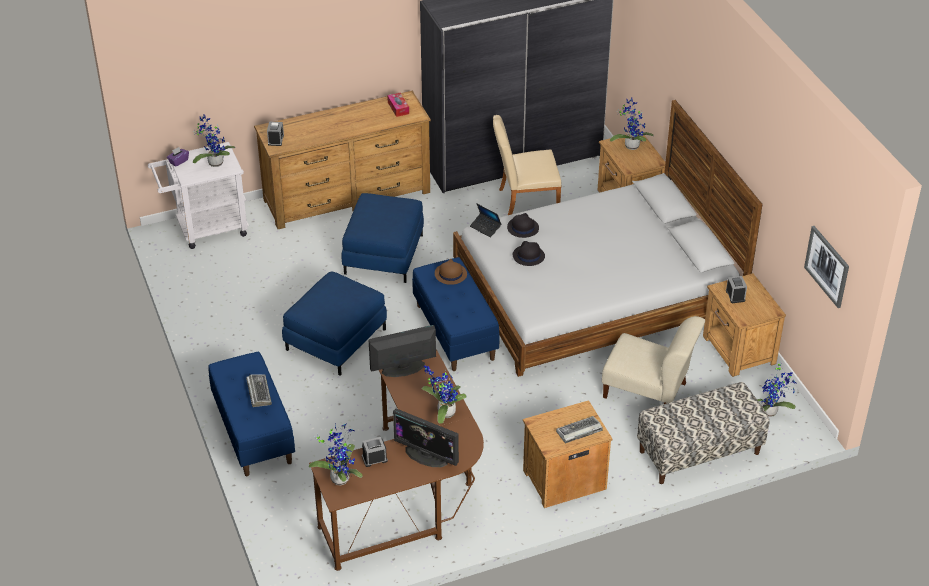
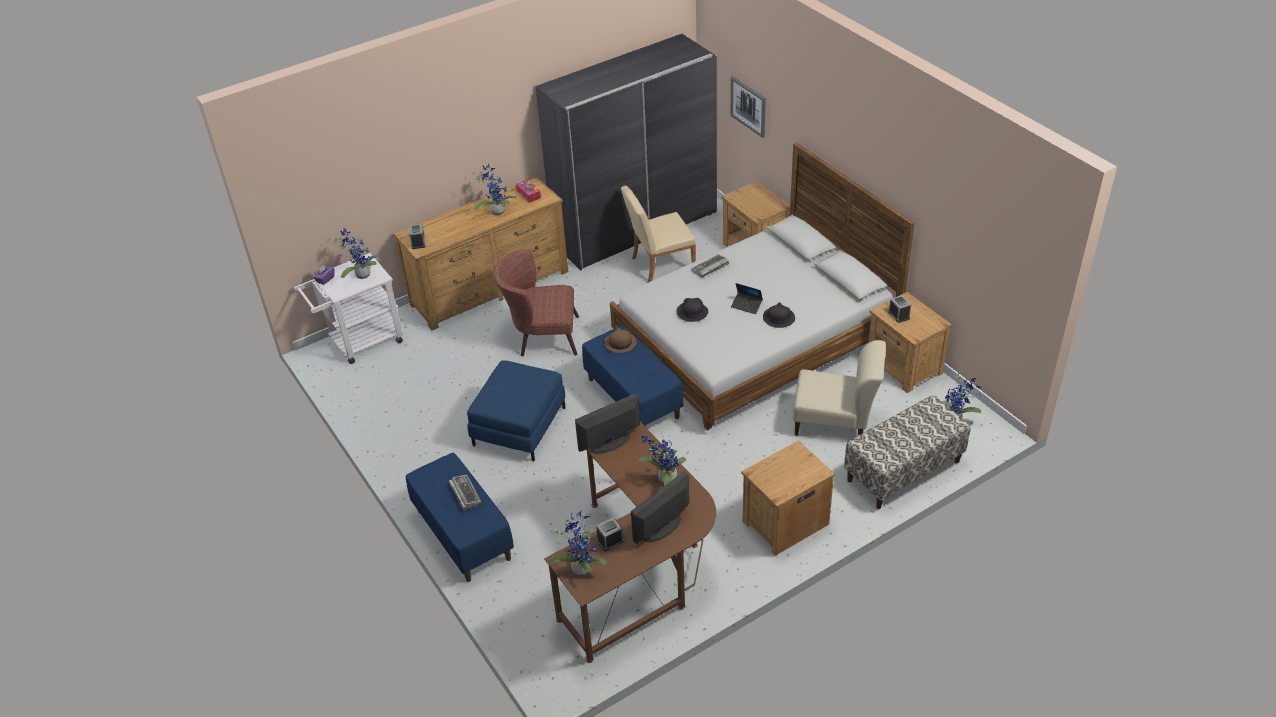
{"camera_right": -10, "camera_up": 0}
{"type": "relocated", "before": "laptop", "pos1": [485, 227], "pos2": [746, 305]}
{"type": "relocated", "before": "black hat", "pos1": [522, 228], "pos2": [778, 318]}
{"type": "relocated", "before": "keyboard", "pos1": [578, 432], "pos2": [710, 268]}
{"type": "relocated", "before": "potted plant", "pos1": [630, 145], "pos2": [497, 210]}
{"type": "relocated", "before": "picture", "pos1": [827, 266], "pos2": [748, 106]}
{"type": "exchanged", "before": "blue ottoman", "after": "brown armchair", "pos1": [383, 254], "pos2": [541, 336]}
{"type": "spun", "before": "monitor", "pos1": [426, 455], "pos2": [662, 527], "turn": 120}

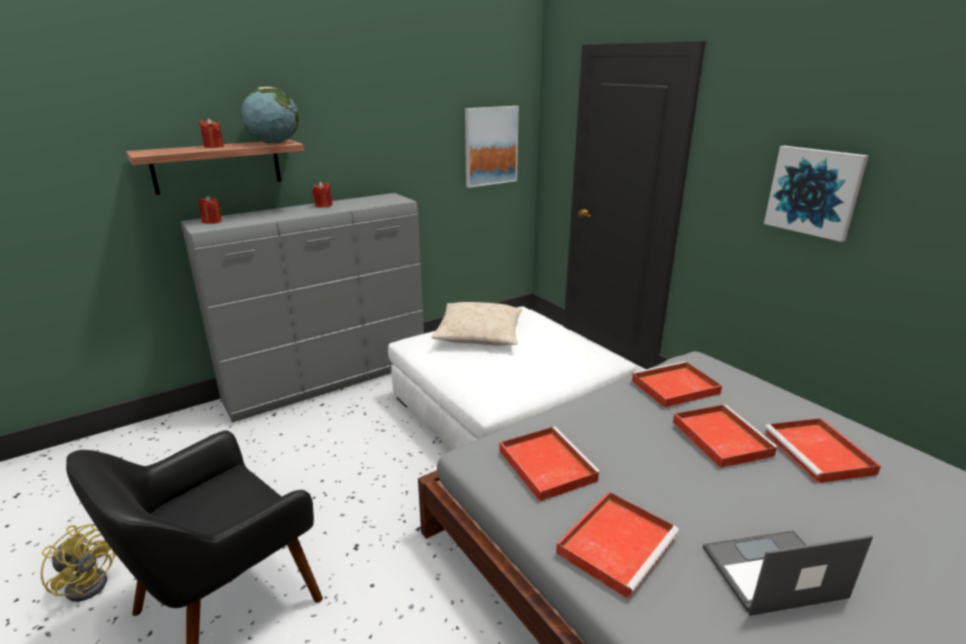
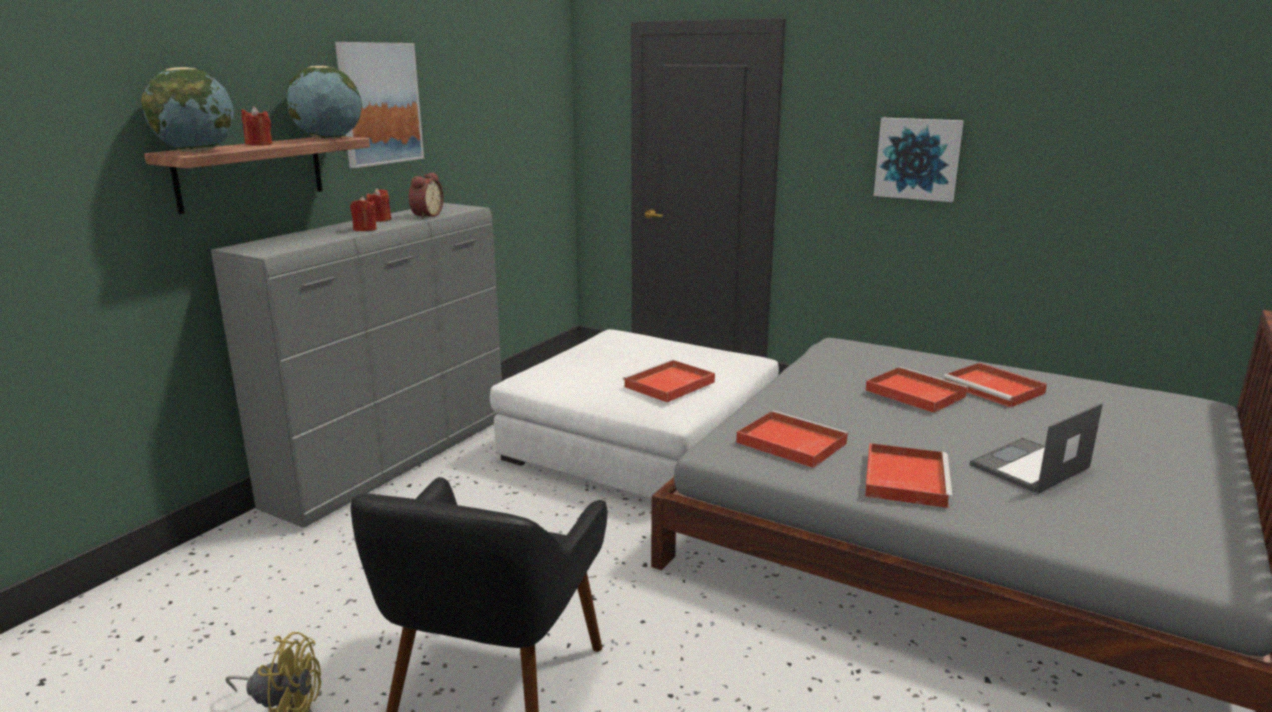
{"camera_right": -25, "camera_up": -5}
{"type": "missing", "before": "beige pillow", "pos1": [479, 334]}
{"type": "appeared", "after": "globe", "pos2": [196, 151]}
{"type": "appeared", "after": "alarm clock", "pos2": [425, 216]}
{"type": "relocated", "before": "red candle", "pos1": [212, 221], "pos2": [365, 229]}
{"type": "relocated", "before": "picture", "pos1": [490, 146], "pos2": [379, 103]}
{"type": "relocated", "before": "red tray", "pos1": [674, 387], "pos2": [668, 385]}

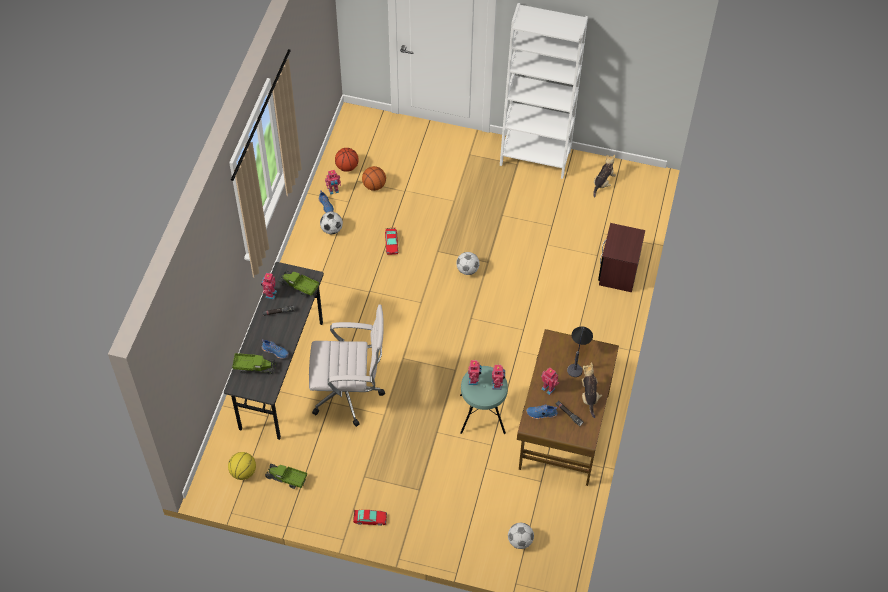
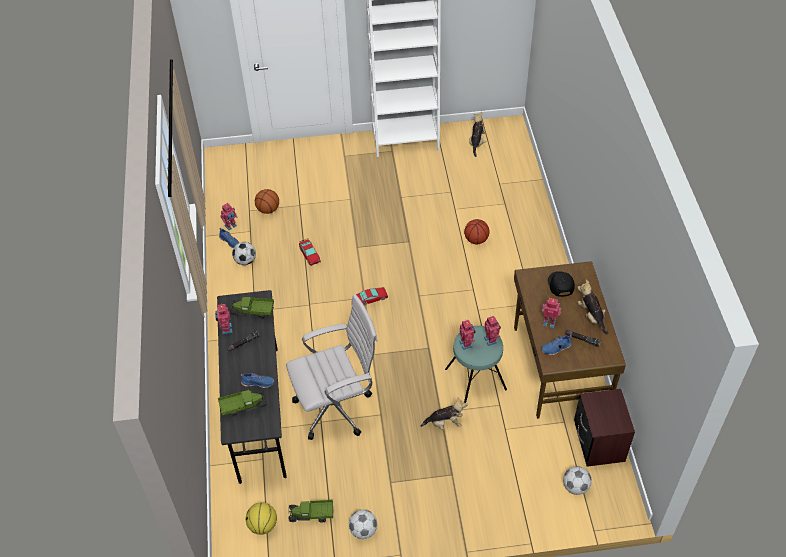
{"camera_right": -20, "camera_up": -5}
{"type": "appeared", "after": "plush toy", "pos2": [445, 423]}
{"type": "relocated", "before": "basketball", "pos1": [347, 167], "pos2": [476, 240]}
{"type": "relocated", "before": "toy car", "pos1": [370, 519], "pos2": [371, 298]}
{"type": "relocated", "before": "football", "pos1": [467, 270], "pos2": [363, 530]}
{"type": "relocated", "before": "brown nightstand", "pos1": [618, 272], "pos2": [599, 442]}
{"type": "exchanged", "before": "table lamp", "after": "black cap", "pos1": [577, 357], "pos2": [560, 284]}

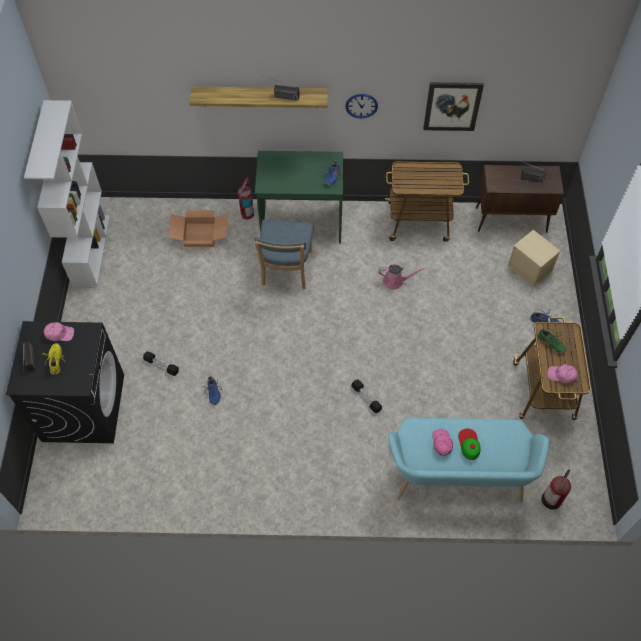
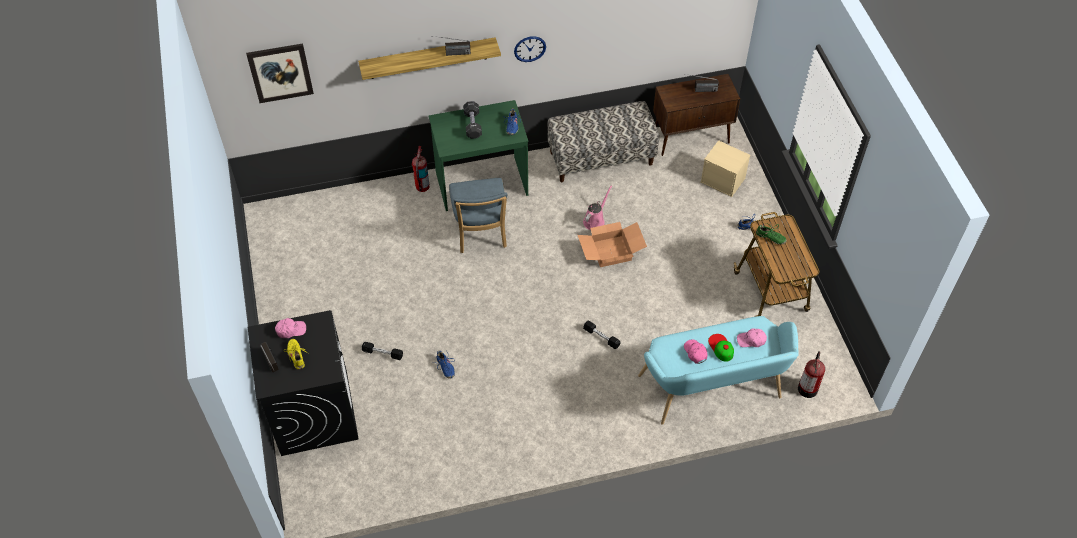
{"camera_right": -15, "camera_up": -5}
{"type": "missing", "before": "white bookcase", "pos1": [91, 250]}
{"type": "appeared", "after": "black dumbbell", "pos2": [472, 125]}
{"type": "relocated", "before": "cardboard box", "pos1": [200, 234], "pos2": [611, 251]}
{"type": "relocated", "before": "picture", "pos1": [452, 106], "pos2": [280, 72]}
{"type": "relocated", "before": "pink cap", "pos1": [561, 375], "pos2": [751, 340]}
{"type": "exchanged", "before": "cart", "after": "bench", "pos1": [419, 221], "pos2": [601, 158]}
{"type": "spun", "before": "pink watering can", "pos1": [395, 281], "pos2": [595, 220], "turn": -45}

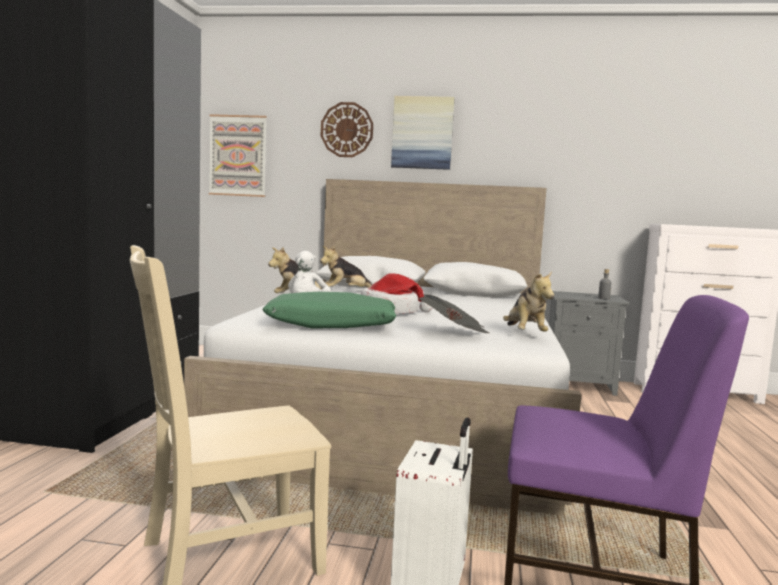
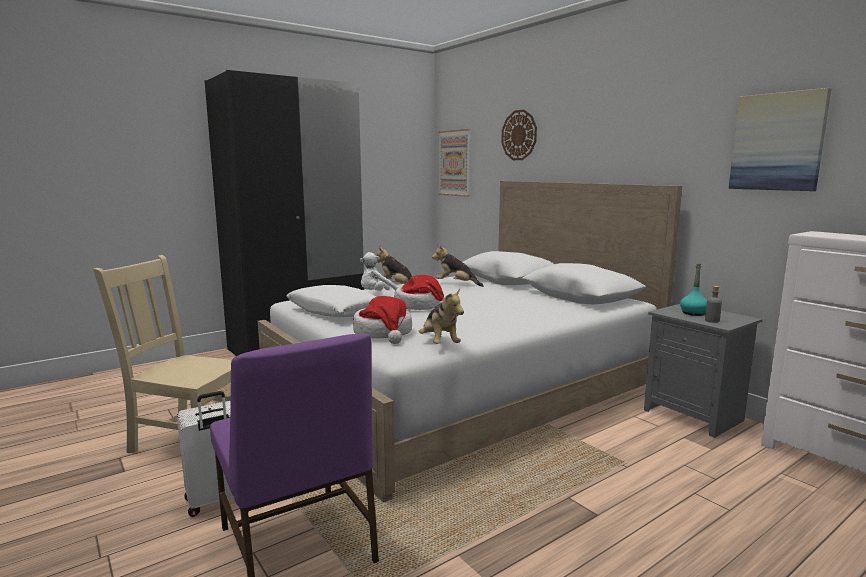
{"camera_right": 45, "camera_up": 5}
{"type": "appeared", "after": "turquoise bottle", "pos2": [693, 313]}
{"type": "relocated", "before": "picture", "pos1": [422, 133], "pos2": [777, 142]}
{"type": "exchanged", "before": "newspaper", "after": "hat", "pos1": [454, 334], "pos2": [383, 333]}
{"type": "colour", "before": "green pillow", "after": "white pillow", "pos1": [332, 325], "pos2": [335, 312]}
{"type": "spun", "before": "plush toy", "pos1": [525, 334], "pos2": [439, 343], "turn": -60}

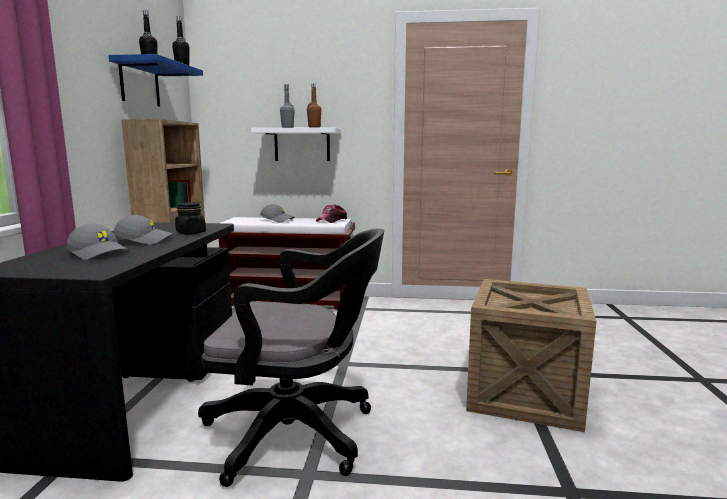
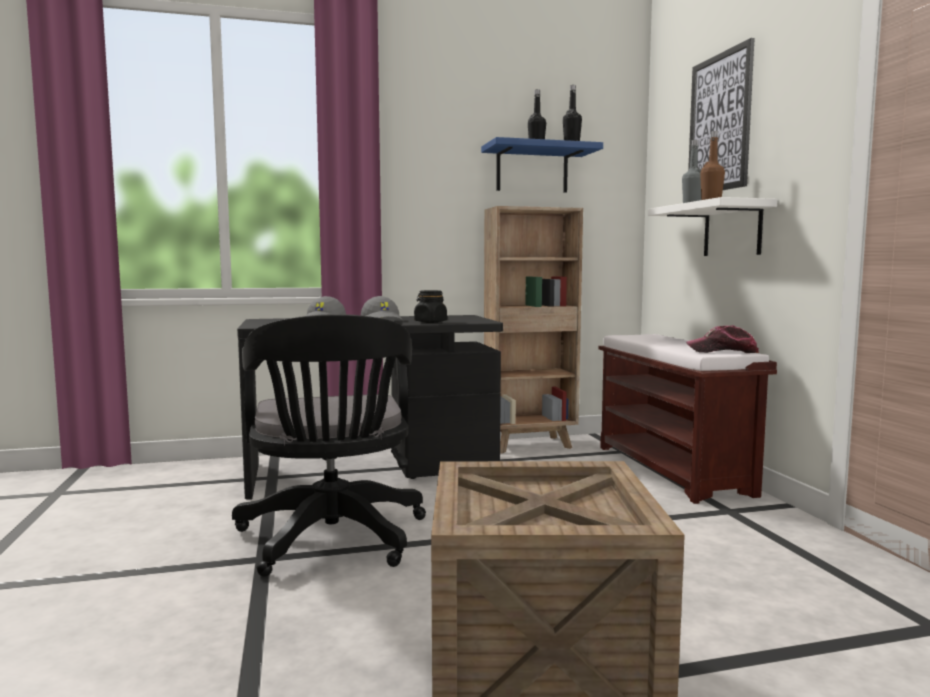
{"camera_right": 70, "camera_up": -5}
{"type": "missing", "before": "grey cap", "pos1": [278, 220]}
{"type": "appeared", "after": "picture", "pos2": [719, 123]}

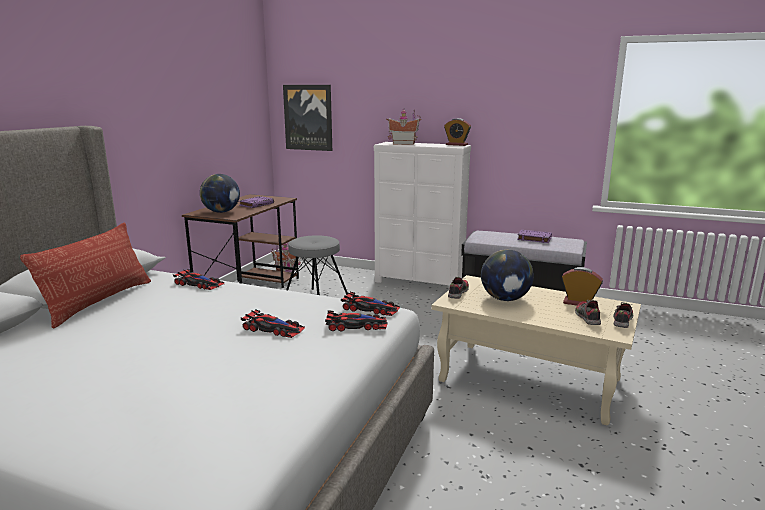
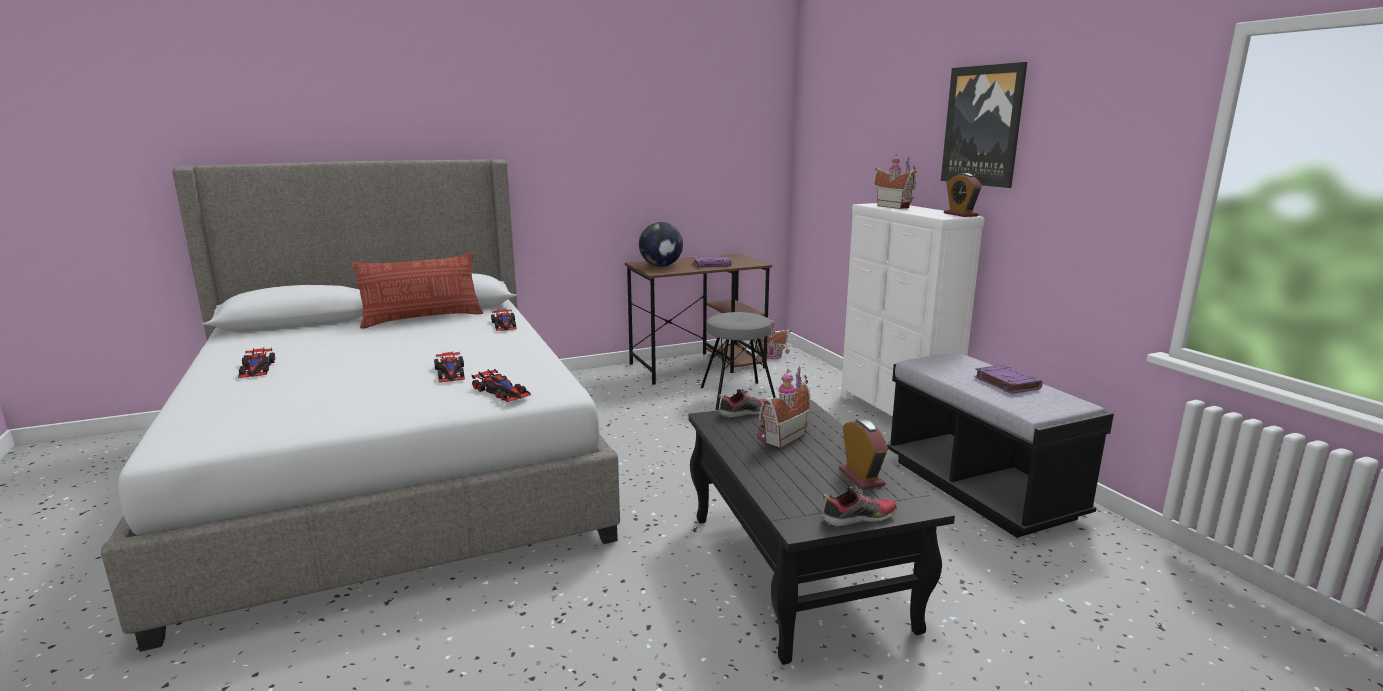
{"camera_right": 45, "camera_up": 0}
{"type": "missing", "before": "shoe", "pos1": [587, 317]}
{"type": "relocated", "before": "picture", "pos1": [308, 117], "pos2": [983, 126]}
{"type": "relocated", "before": "toy car", "pos1": [370, 309], "pos2": [257, 368]}
{"type": "exchanged", "before": "globe", "after": "toy house", "pos1": [505, 299], "pos2": [780, 438]}
{"type": "colour", "before": "beige coffee table", "after": "black coffee table", "pos1": [527, 380], "pos2": [795, 568]}

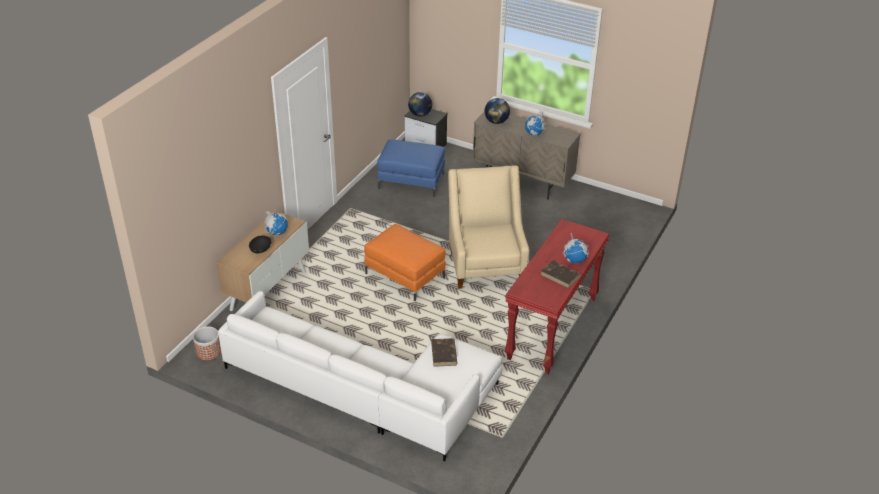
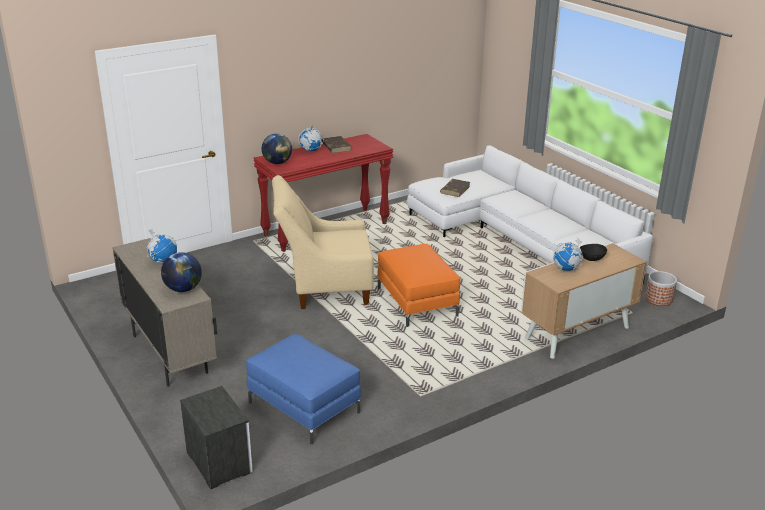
{"camera_right": -150, "camera_up": -10}
{"type": "relocated", "before": "globe", "pos1": [420, 114], "pos2": [277, 163]}
{"type": "spun", "before": "beige armchair", "pos1": [485, 264], "pos2": [323, 287], "turn": 60}

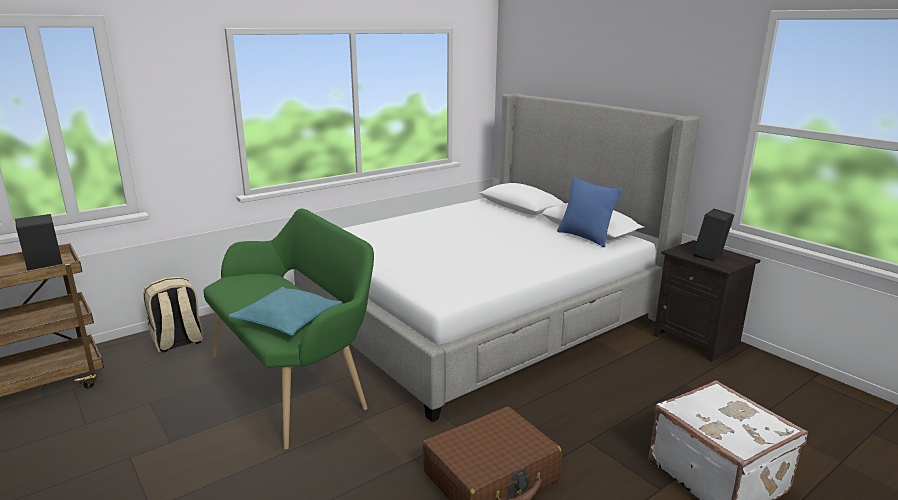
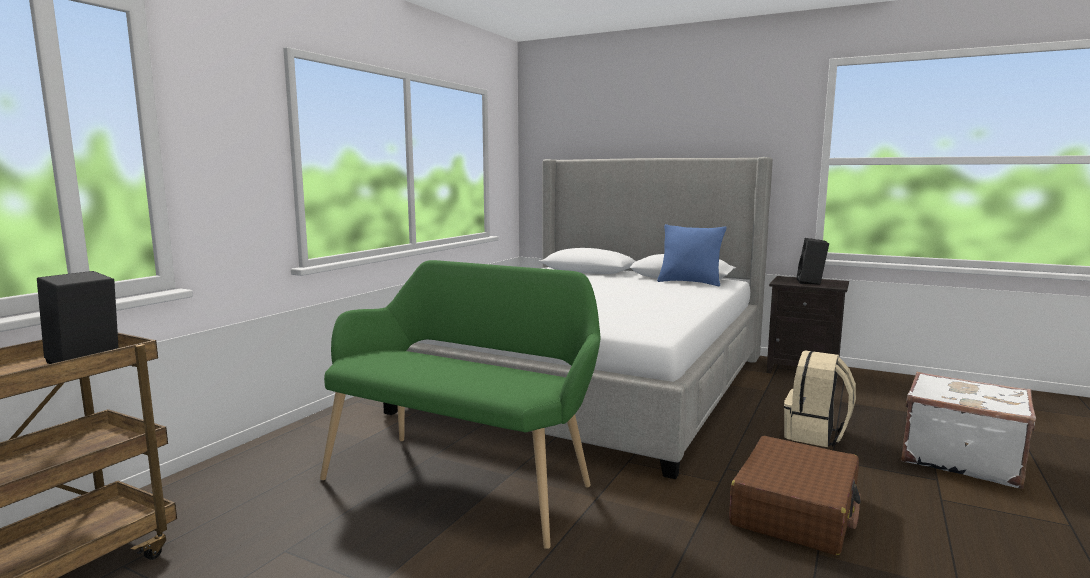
{"camera_right": -25, "camera_up": -10}
{"type": "missing", "before": "turquoise pillow", "pos1": [287, 320]}
{"type": "relocated", "before": "beige backpack", "pos1": [178, 342], "pos2": [815, 435]}

